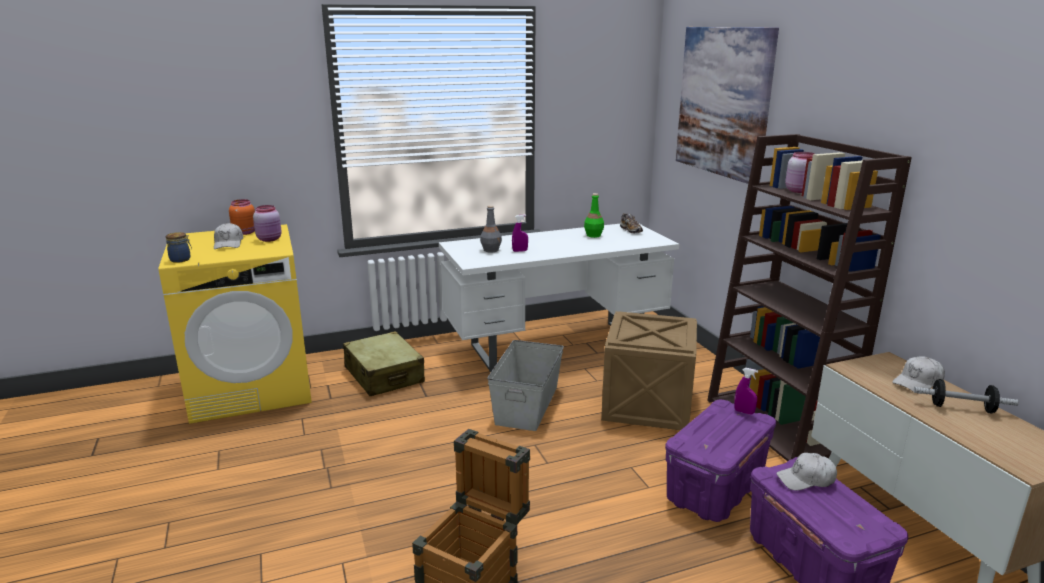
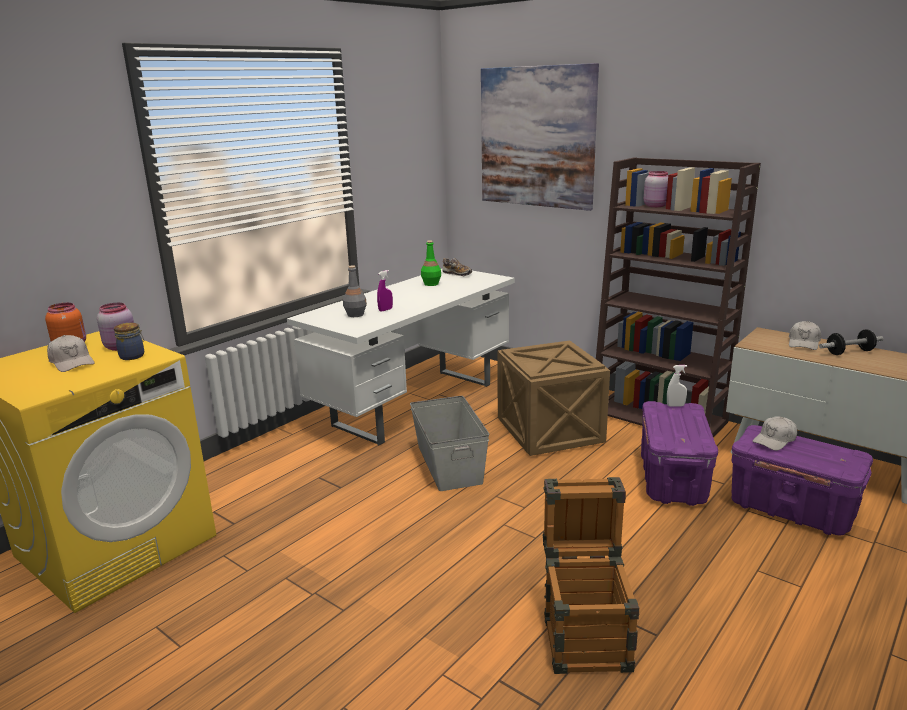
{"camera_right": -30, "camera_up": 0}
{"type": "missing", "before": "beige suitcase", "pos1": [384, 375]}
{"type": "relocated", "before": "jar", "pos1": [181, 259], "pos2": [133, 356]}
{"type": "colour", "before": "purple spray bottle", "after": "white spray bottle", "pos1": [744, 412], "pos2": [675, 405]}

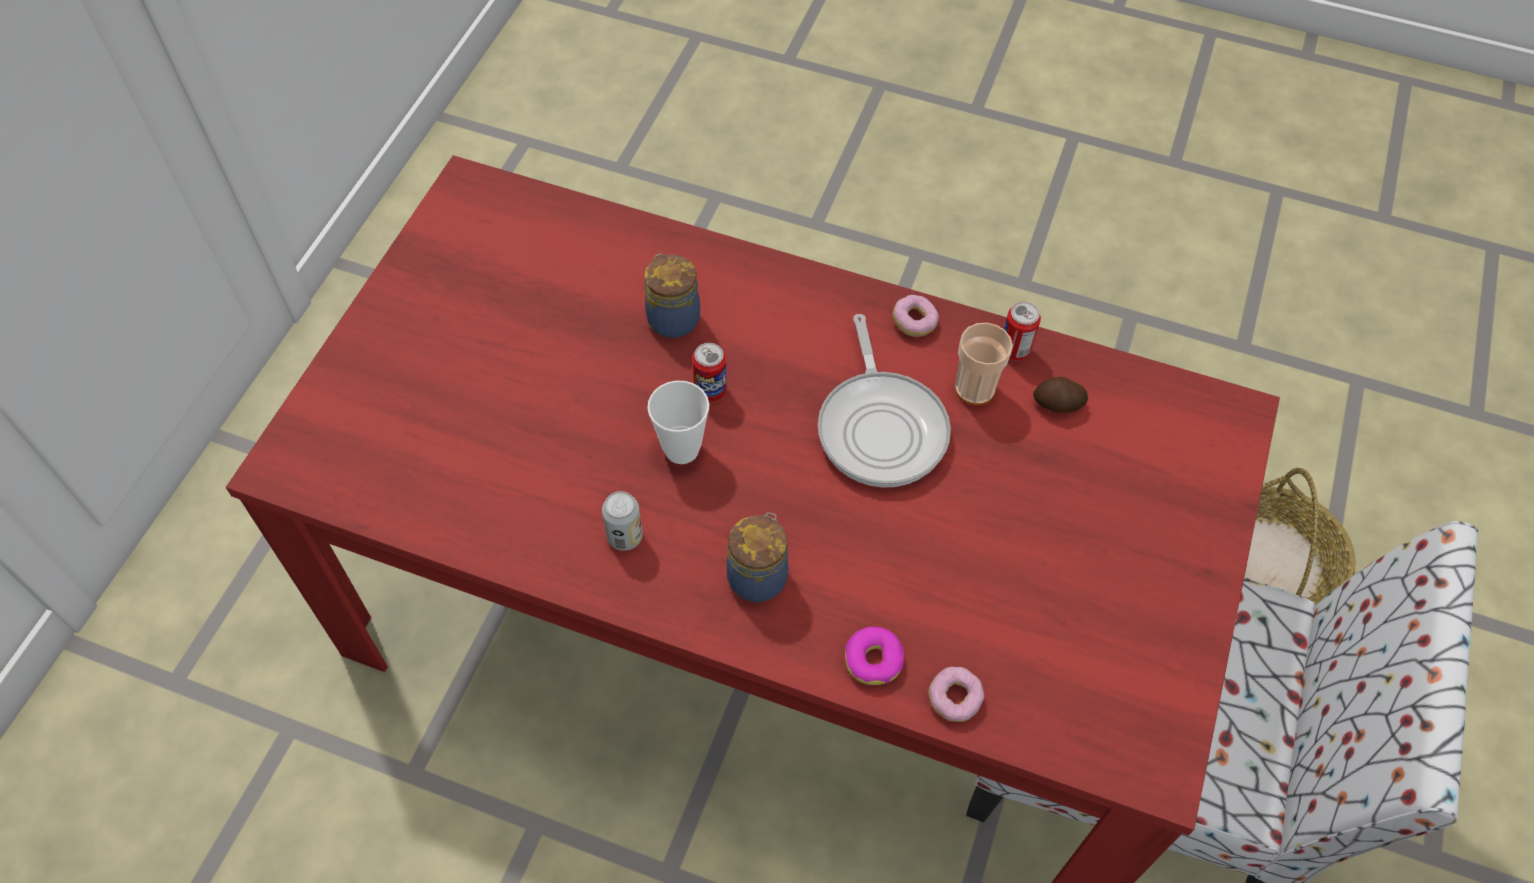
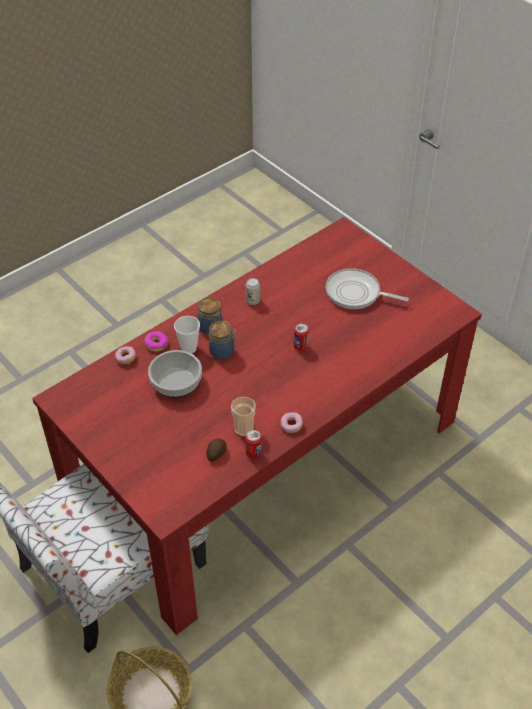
{"camera_right": 120, "camera_up": -10}
{"type": "appeared", "after": "bowl", "pos2": [177, 382]}
{"type": "relocated", "before": "jar", "pos1": [672, 317], "pos2": [223, 351]}
{"type": "relocated", "before": "cup", "pos1": [681, 449], "pos2": [189, 348]}
{"type": "relocated", "before": "frying pan", "pos1": [881, 427], "pos2": [356, 293]}

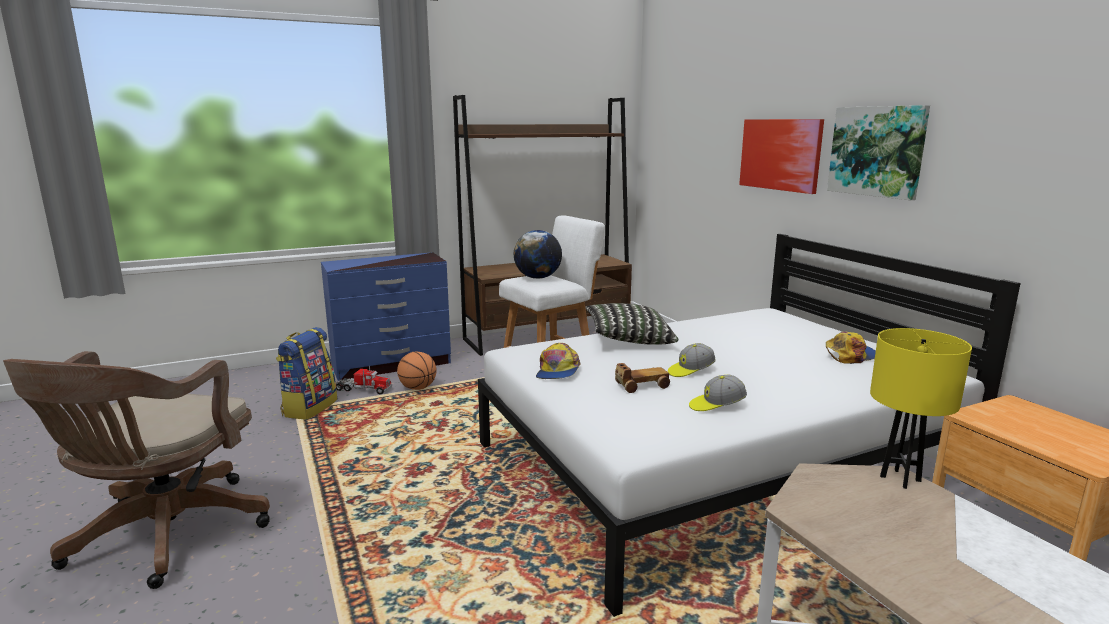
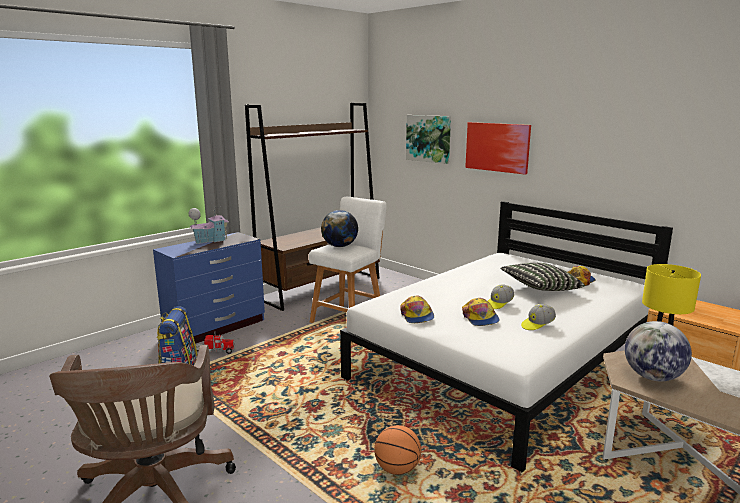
{"camera_right": -20, "camera_up": 0}
{"type": "appeared", "after": "toy house", "pos2": [210, 240]}
{"type": "appeared", "after": "globe", "pos2": [652, 377]}
{"type": "relocated", "before": "basketball", "pos1": [418, 388], "pos2": [397, 469]}
{"type": "relocated", "before": "pillow", "pos1": [628, 340], "pos2": [540, 289]}
{"type": "relocated", "before": "picture", "pos1": [877, 151], "pos2": [428, 138]}
{"type": "exchanged", "before": "toy car", "after": "cap", "pos1": [641, 385], "pos2": [480, 318]}

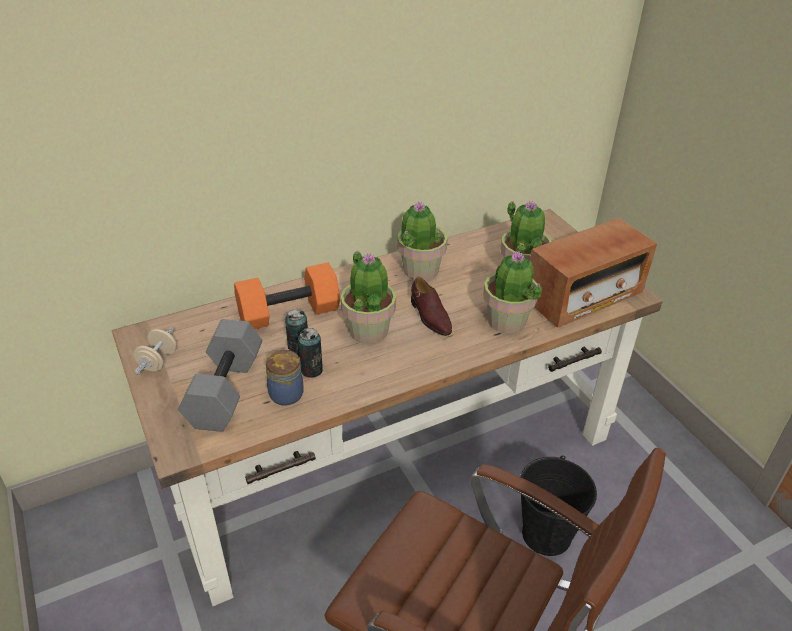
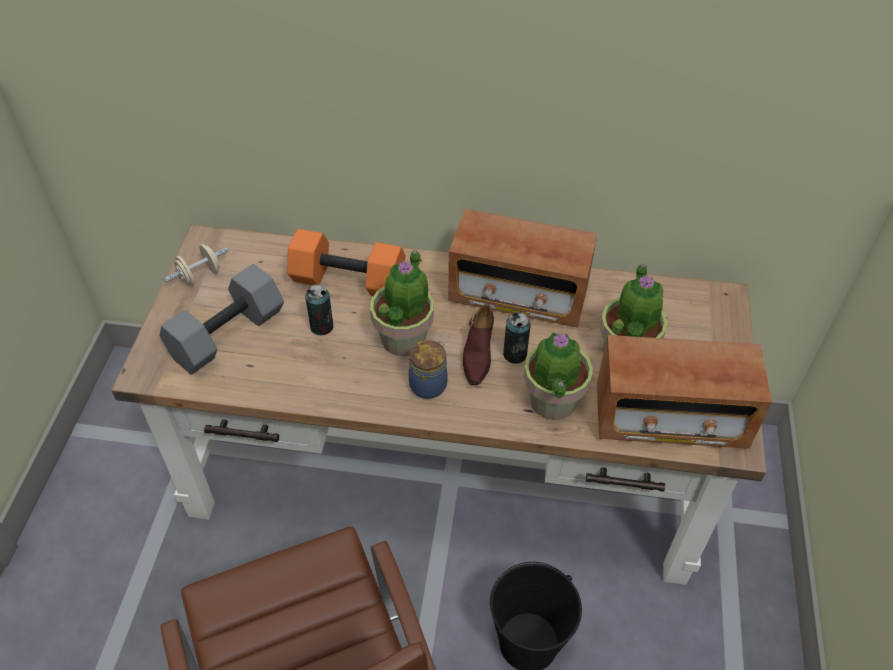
{"camera_right": 35, "camera_up": 10}
{"type": "relocated", "before": "jar", "pos1": [286, 393], "pos2": [429, 384]}
{"type": "relocated", "before": "can", "pos1": [311, 370], "pos2": [515, 354]}
{"type": "exchanged", "before": "potted plant", "after": "radio", "pos1": [420, 270], "pos2": [518, 294]}

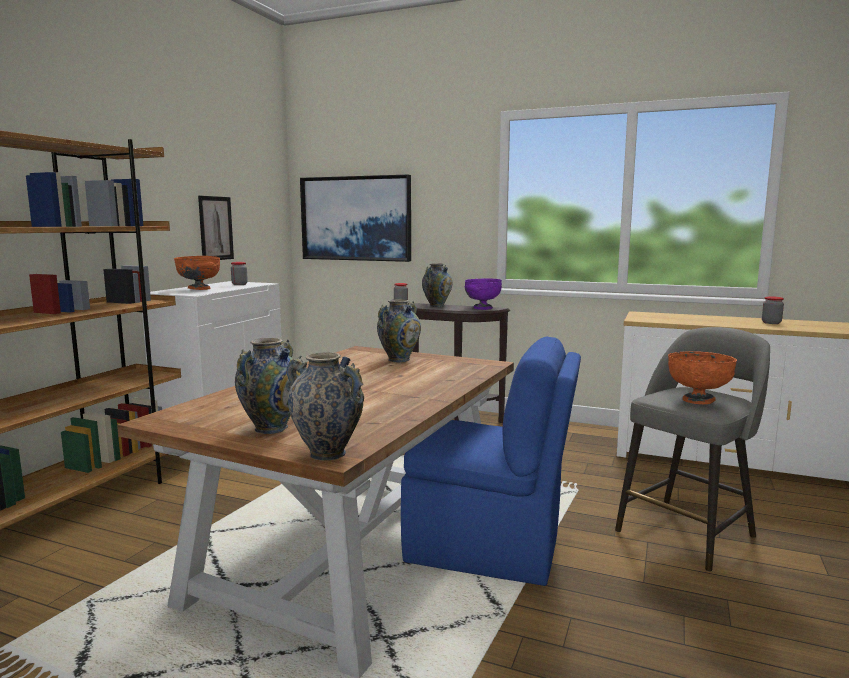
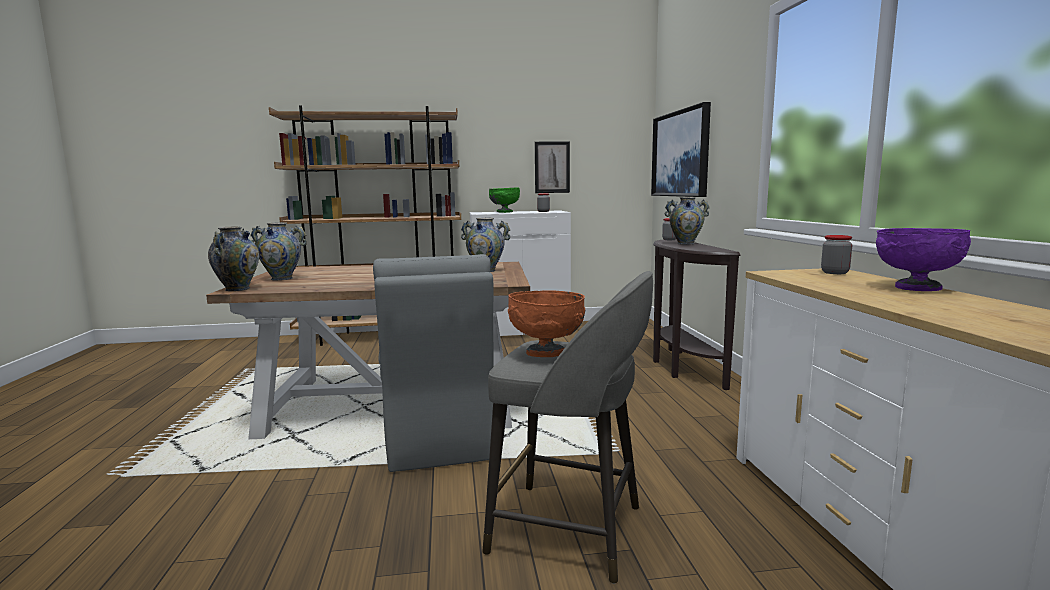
{"camera_right": 60, "camera_up": 0}
{"type": "relocated", "before": "purple bowl", "pos1": [482, 308], "pos2": [916, 288]}
{"type": "relocated", "before": "jar", "pos1": [771, 323], "pos2": [834, 272]}
{"type": "colour", "before": "orange bowl", "after": "green bowl", "pos1": [199, 289], "pos2": [504, 212]}
{"type": "colour", "before": "blue chair", "after": "grey chair", "pos1": [488, 548], "pos2": [437, 440]}

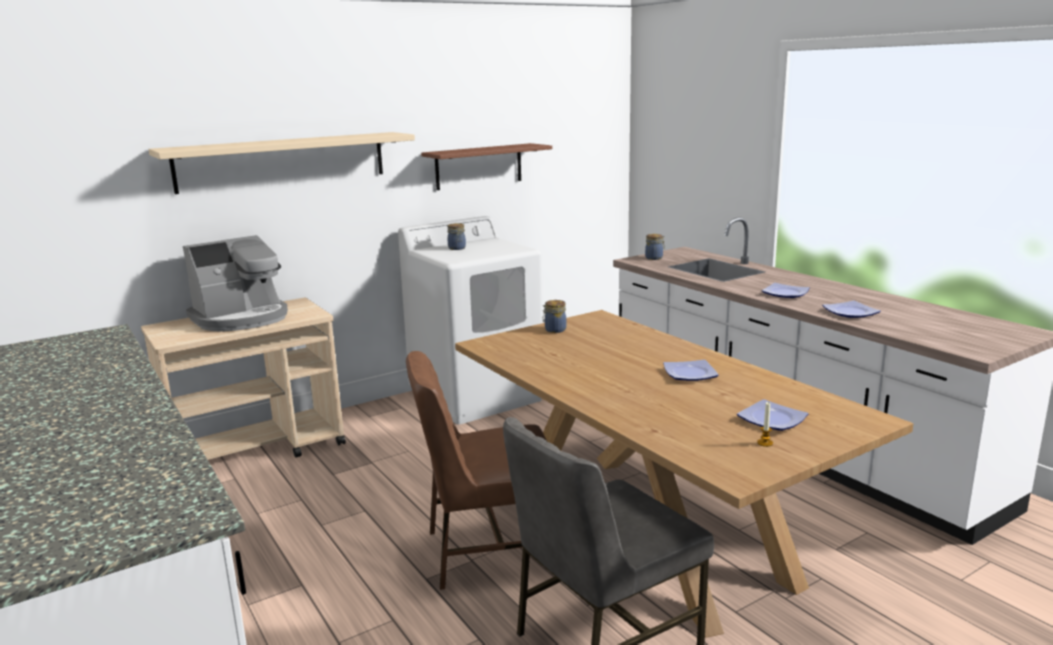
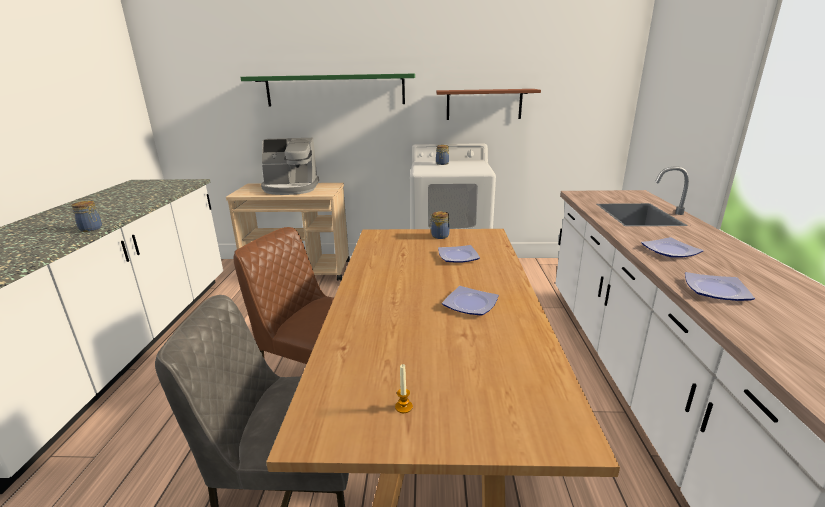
{"camera_right": 35, "camera_up": 5}
{"type": "relocated", "before": "jar", "pos1": [654, 258], "pos2": [91, 229]}
{"type": "relocated", "before": "plate", "pos1": [770, 420], "pos2": [457, 256]}
{"type": "colour", "before": "beige shelf", "after": "green shelf", "pos1": [282, 161], "pos2": [335, 90]}

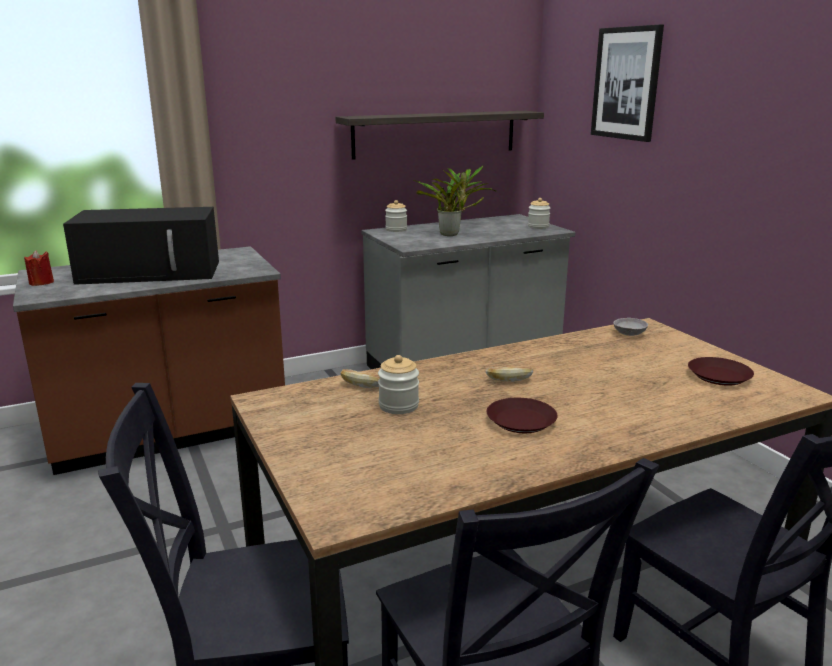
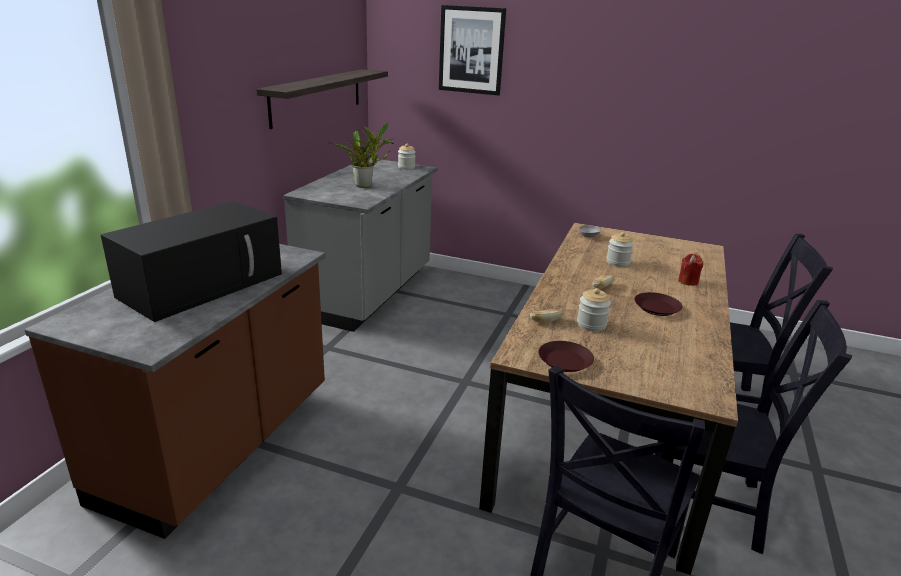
{"camera_right": -45, "camera_up": 5}
{"type": "relocated", "before": "red candle", "pos1": [41, 283], "pos2": [688, 281]}
{"type": "relocated", "before": "jar", "pos1": [396, 230], "pos2": [618, 262]}
{"type": "relocated", "before": "brown plate", "pos1": [718, 376], "pos2": [564, 361]}

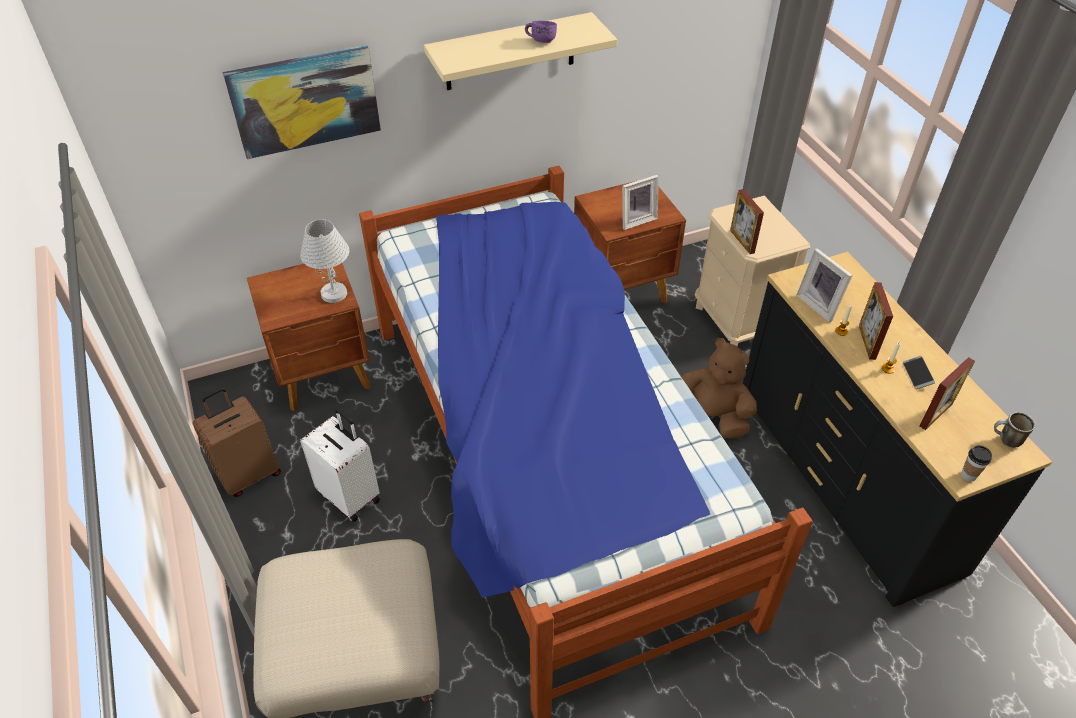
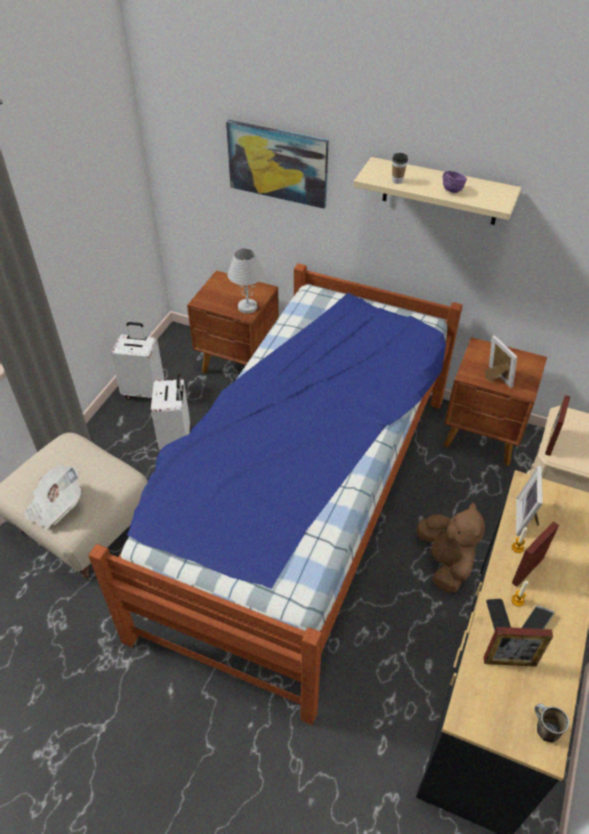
{"camera_right": 45, "camera_up": 0}
{"type": "appeared", "after": "newspaper", "pos2": [56, 506]}
{"type": "appeared", "after": "phone", "pos2": [498, 615]}
{"type": "relocated", "before": "cup", "pos1": [968, 475], "pos2": [397, 181]}
{"type": "colour", "before": "brown suitcase", "after": "white suitcase", "pos1": [249, 474], "pos2": [144, 391]}
{"type": "spun", "before": "picture frame", "pos1": [636, 219], "pos2": [495, 378], "turn": -135}

